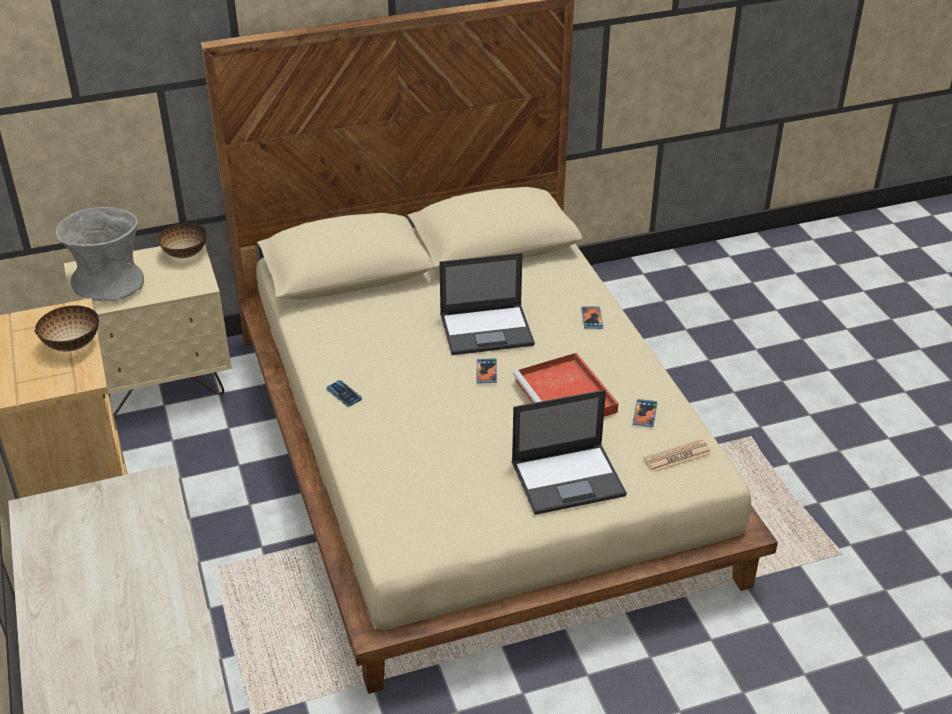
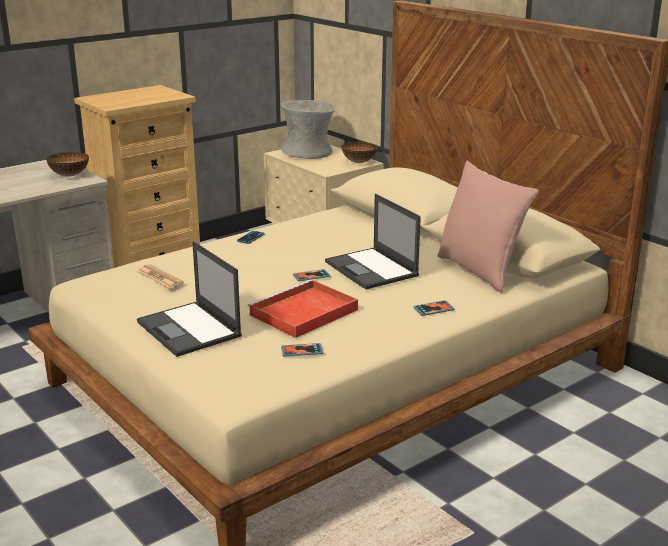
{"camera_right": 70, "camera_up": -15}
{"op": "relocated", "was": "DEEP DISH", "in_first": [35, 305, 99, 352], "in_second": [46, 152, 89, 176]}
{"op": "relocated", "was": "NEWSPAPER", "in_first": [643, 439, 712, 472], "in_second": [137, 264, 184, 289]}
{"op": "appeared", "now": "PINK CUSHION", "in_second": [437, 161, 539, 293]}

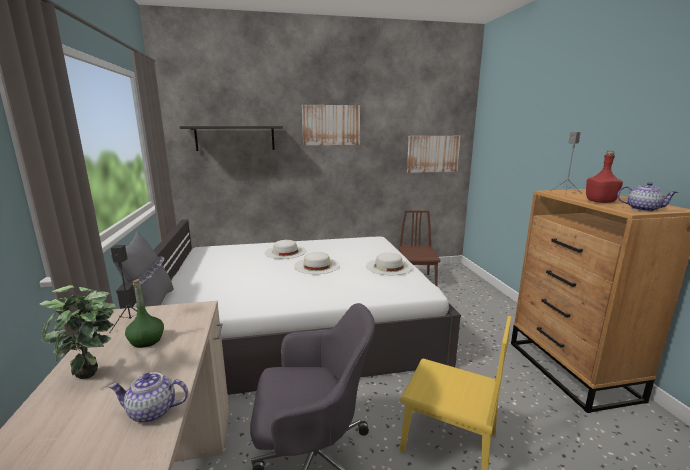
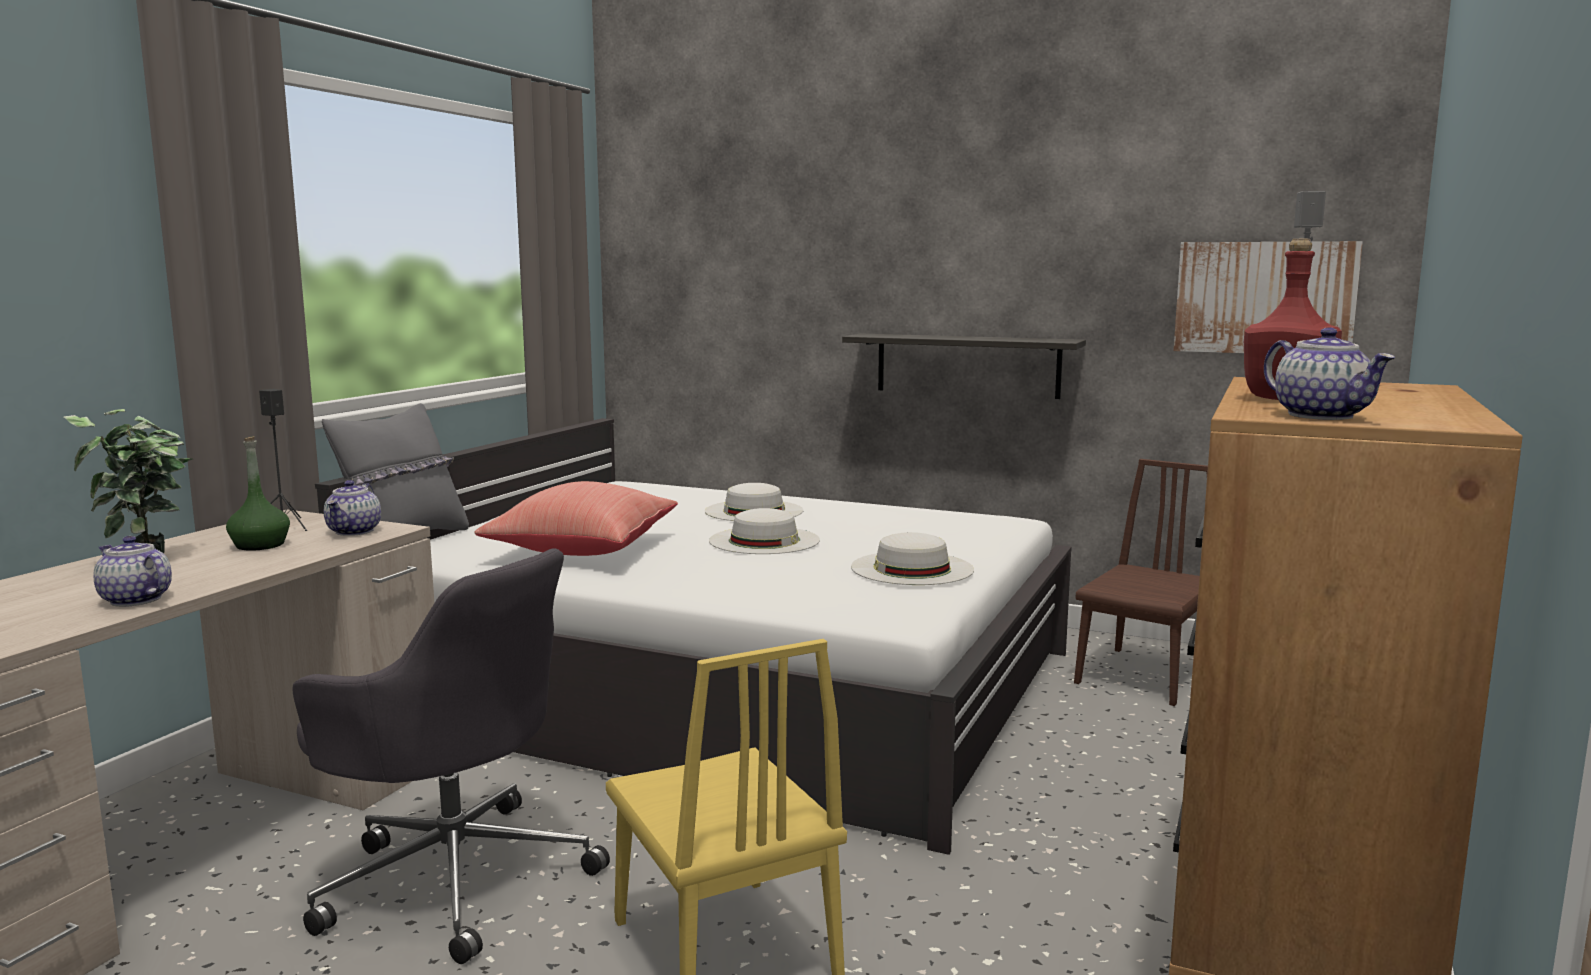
{"camera_right": 35, "camera_up": -5}
{"op": "missing", "was": "WALL PICTURE", "in_first": [302, 105, 360, 145]}
{"op": "relocated", "was": "WALL SHELF", "in_first": [179, 126, 283, 151], "in_second": [842, 333, 1086, 399]}
{"op": "appeared", "now": "POT FOR TEA", "in_second": [324, 480, 381, 536]}
{"op": "appeared", "now": "REDDISH CUSHION", "in_second": [474, 481, 678, 556]}

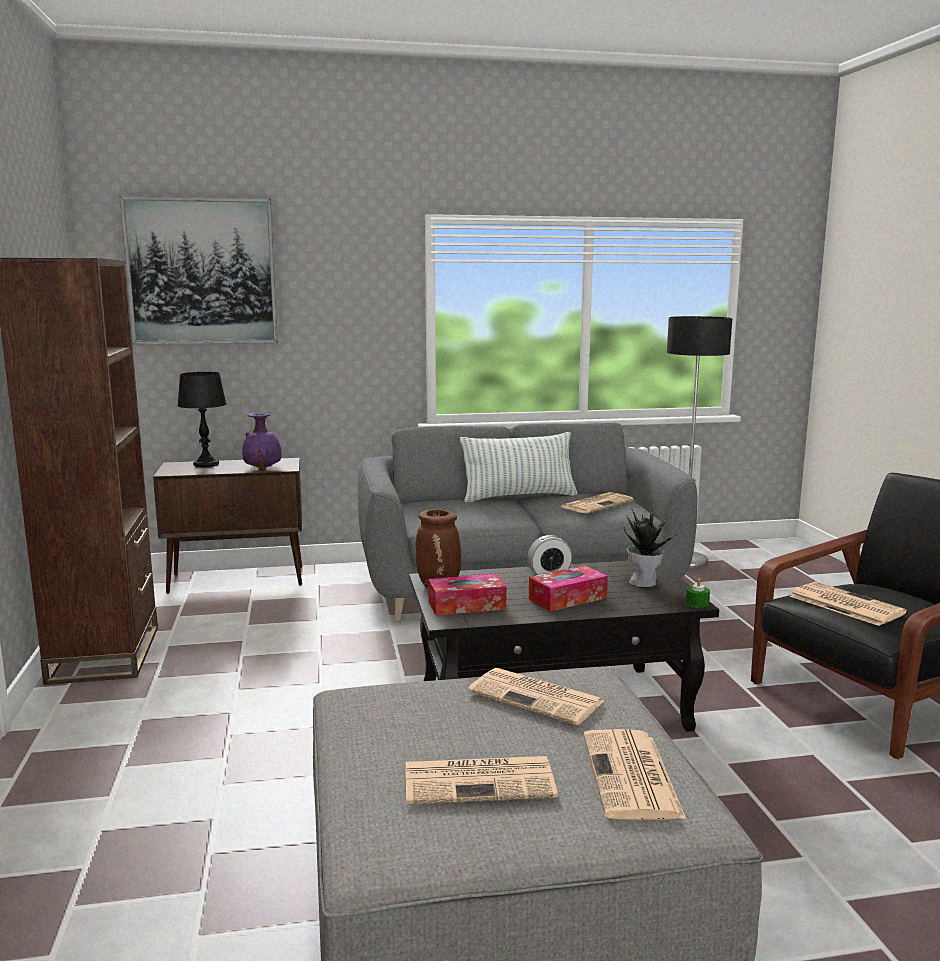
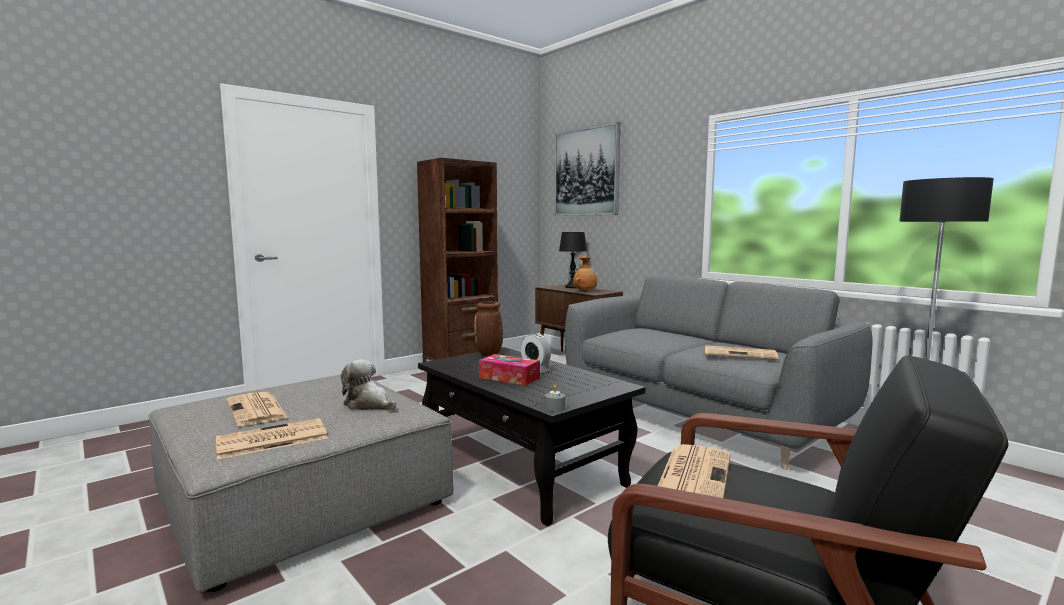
{"camera_right": 60, "camera_up": -5}
{"op": "colour", "was": "PURPLE-COLOURED DECORATIVE VASE", "now": "BROWNISH DECORATIVE VASE", "in_first": [242, 413, 282, 469], "in_second": [573, 256, 597, 292]}
{"op": "missing", "was": "CUSHION", "in_first": [460, 432, 578, 502]}
{"op": "missing", "was": "POTTED PLANT", "in_first": [624, 508, 679, 587]}
{"op": "missing", "was": "TISSUE BOX", "in_first": [428, 574, 507, 616]}
{"op": "colour", "was": "GREEN-COLOURED WAX CANDLE", "now": "GREYISH WAX CANDLE", "in_first": [686, 578, 710, 608], "in_second": [545, 385, 565, 412]}
{"op": "exchanged", "was": "NEWSPAPER", "now": "SOFT TOY", "in_first": [468, 668, 605, 725], "in_second": [341, 359, 396, 410]}

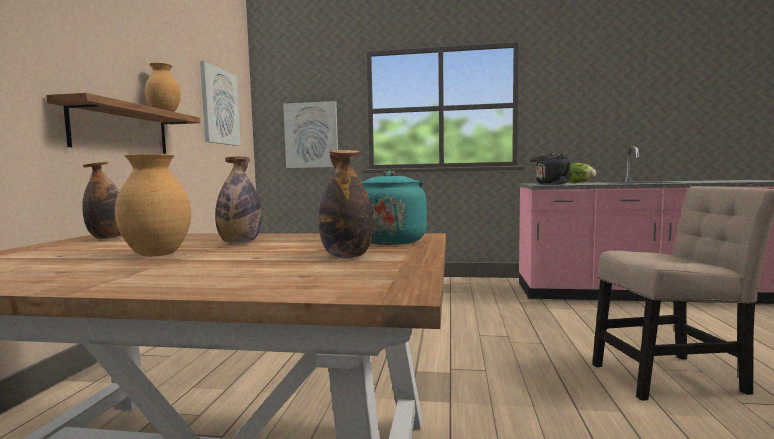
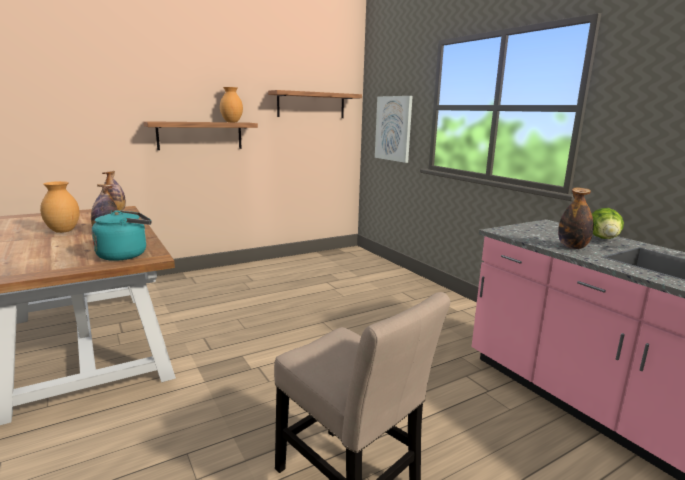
{"camera_right": 50, "camera_up": 10}
{"op": "exchanged", "was": "WALL PICTURE", "now": "WALL SHELF", "in_first": [200, 61, 241, 146], "in_second": [268, 90, 362, 118]}
{"op": "relocated", "was": "DRINK BOTTLE", "in_first": [318, 150, 374, 258], "in_second": [558, 188, 594, 249]}
{"op": "missing", "was": "BLACK KETTLE", "in_first": [530, 152, 570, 184]}

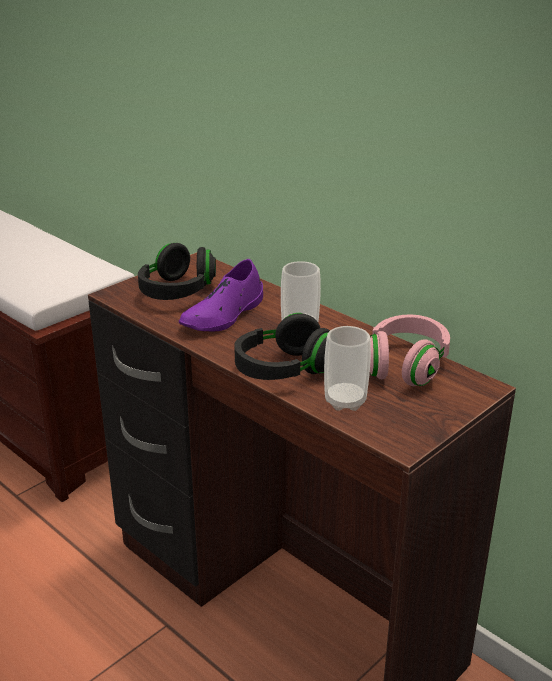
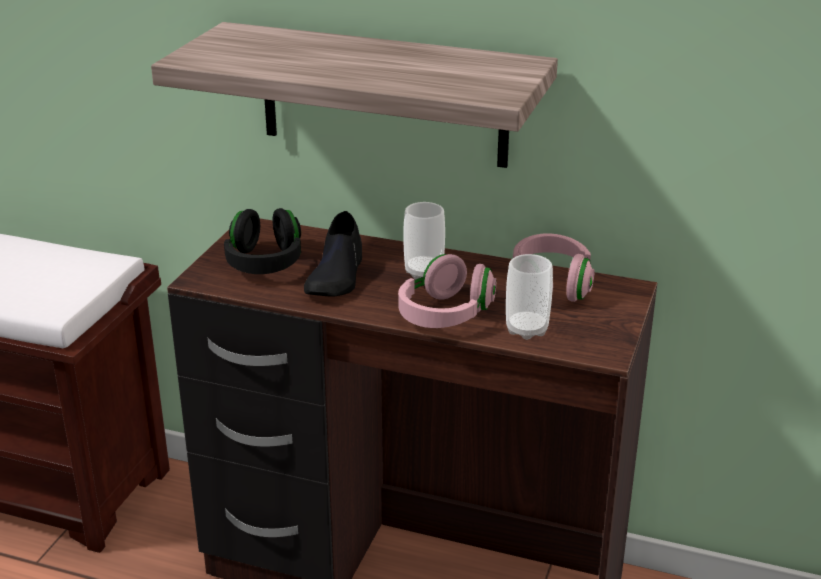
{"camera_right": -25, "camera_up": 0}
{"op": "colour", "was": "PURPLE-COLOURED LOW SHOE", "now": "BLACK LOW SHOE", "in_first": [179, 259, 263, 331], "in_second": [304, 211, 362, 297]}
{"op": "colour", "was": "BLACK HEADSET", "now": "PINK HEADSET", "in_first": [234, 313, 330, 380], "in_second": [398, 254, 496, 328]}
{"op": "appeared", "now": "WALL SHELF", "in_second": [151, 22, 558, 168]}

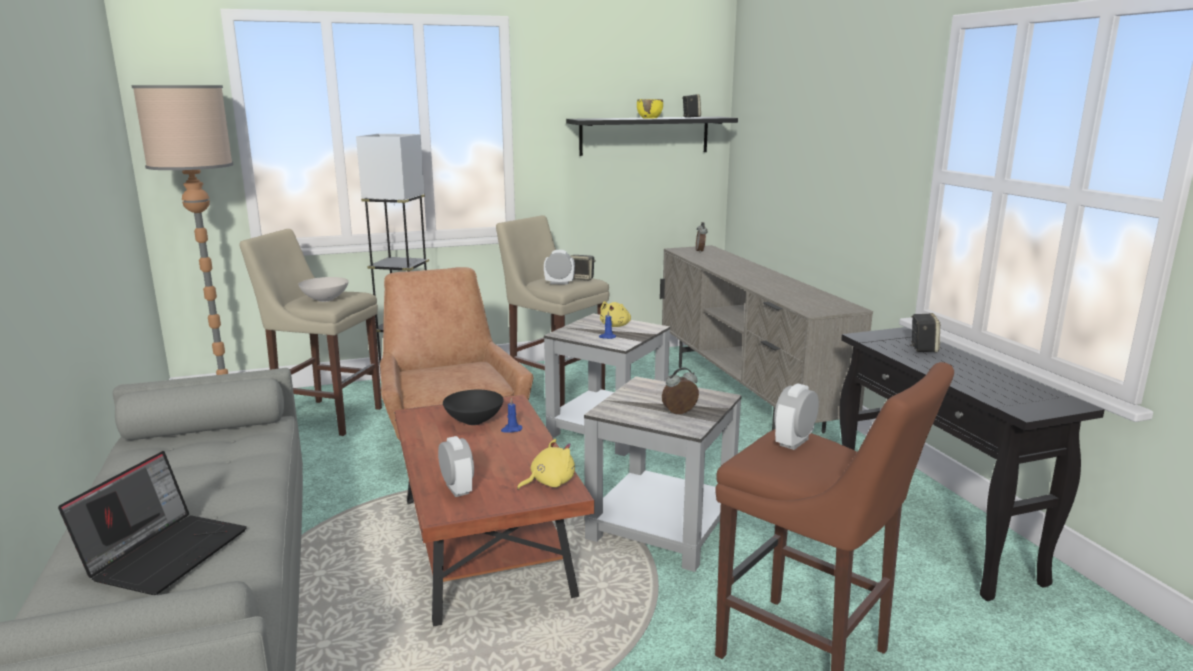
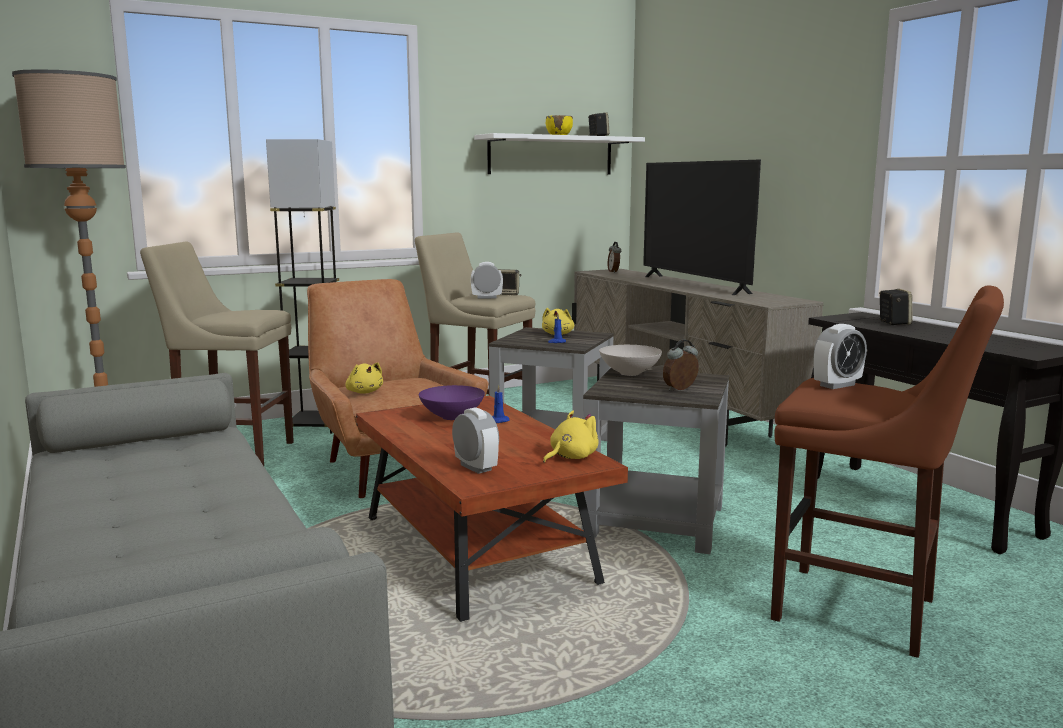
{"camera_right": -10, "camera_up": -5}
{"op": "colour", "was": "BLACK WALL SHELF", "now": "WHITISH WALL SHELF", "in_first": [566, 117, 738, 156], "in_second": [474, 133, 645, 175]}
{"op": "relocated", "was": "WHITISH DEEP DISH", "in_first": [298, 277, 349, 302], "in_second": [599, 345, 662, 376]}
{"op": "spun", "was": "TABLE CLOCK", "in_first": [774, 383, 819, 450], "in_second": [814, 324, 867, 389], "clockwise": -150}
{"op": "colour", "was": "BLACK DEEP DISH", "now": "PURPLE-COLOURED DEEP DISH", "in_first": [443, 390, 504, 425], "in_second": [419, 385, 485, 420]}
{"op": "missing", "was": "PORTABLE COMPUTER", "in_first": [58, 451, 247, 595]}
{"op": "appeared", "now": "TELEVISION", "in_second": [643, 160, 761, 295]}
{"op": "appeared", "now": "YELLOW SOFT TOY", "in_second": [345, 362, 383, 394]}

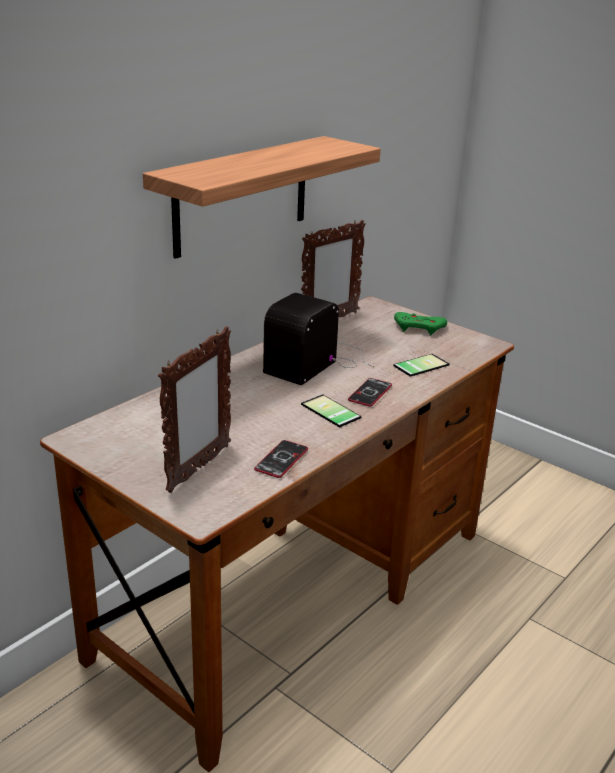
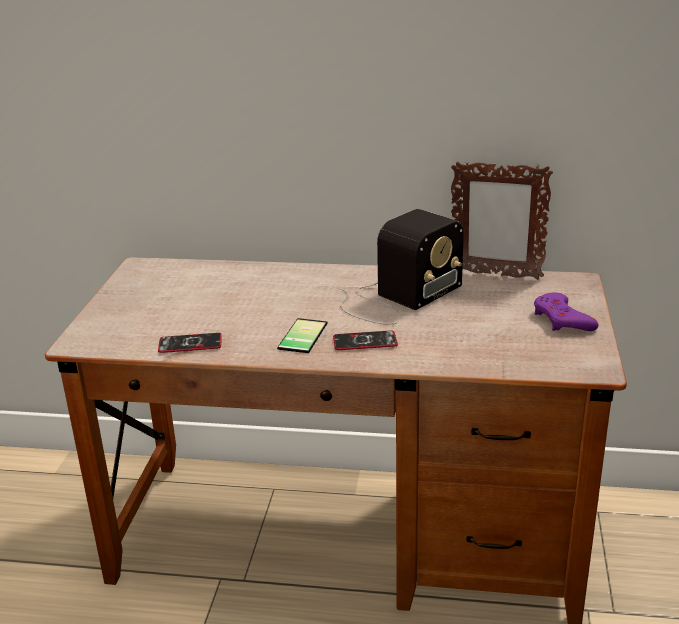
{"camera_right": 60, "camera_up": 0}
{"op": "missing", "was": "WALL SHELF", "in_first": [143, 136, 381, 259]}
{"op": "spun", "was": "RADIO SET", "in_first": [263, 293, 373, 385], "in_second": [339, 209, 464, 325], "clockwise": 135}
{"op": "colour", "was": "GREEN-COLOURED GAME CONTROLLER", "now": "PURPLE-COLOURED GAME CONTROLLER", "in_first": [394, 312, 447, 335], "in_second": [534, 292, 598, 331]}
{"op": "missing", "was": "PICTURE FRAME", "in_first": [158, 326, 231, 493]}
{"op": "missing", "was": "TELEPHONE", "in_first": [393, 354, 450, 377]}

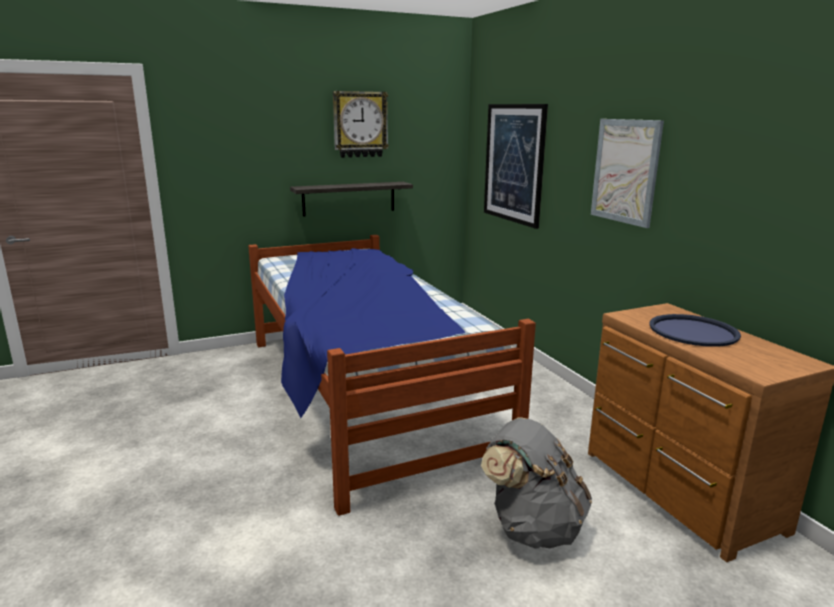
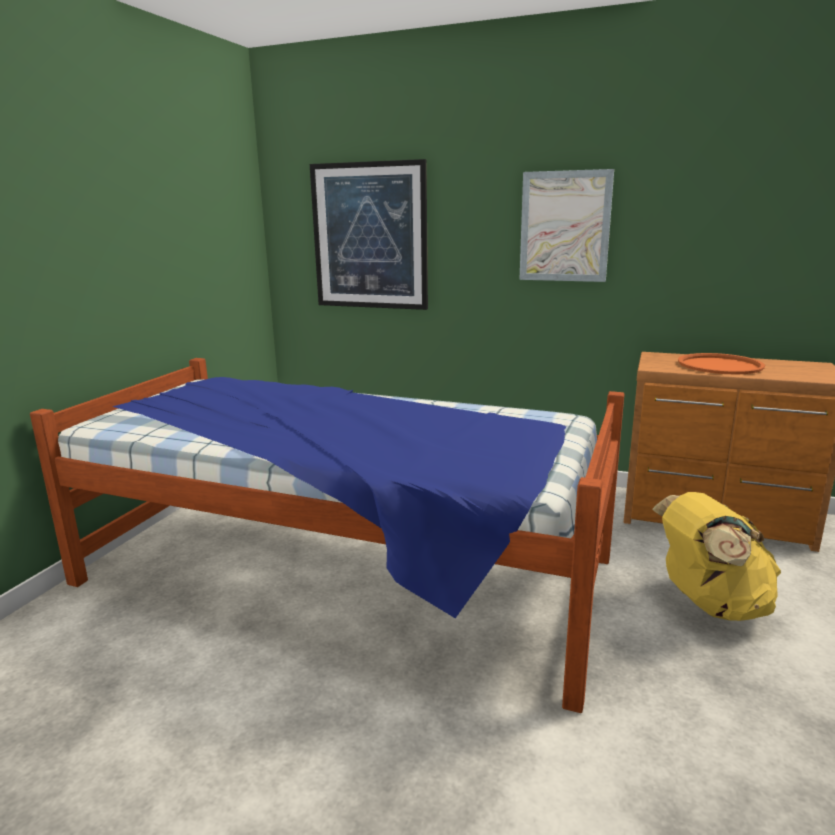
{"camera_right": -45, "camera_up": 0}
{"op": "missing", "was": "HANGING CLOCK", "in_first": [333, 91, 389, 158]}
{"op": "missing", "was": "WALL SHELF", "in_first": [290, 182, 413, 216]}
{"op": "colour", "was": "BLUE-COLOURED SERVING TRAY", "now": "ORANGEY SERVING TRAY", "in_first": [649, 314, 741, 347], "in_second": [678, 353, 765, 374]}
{"op": "colour", "was": "GREYISH KNAPSACK", "now": "YELLOW KNAPSACK", "in_first": [481, 417, 592, 549], "in_second": [652, 492, 781, 621]}

